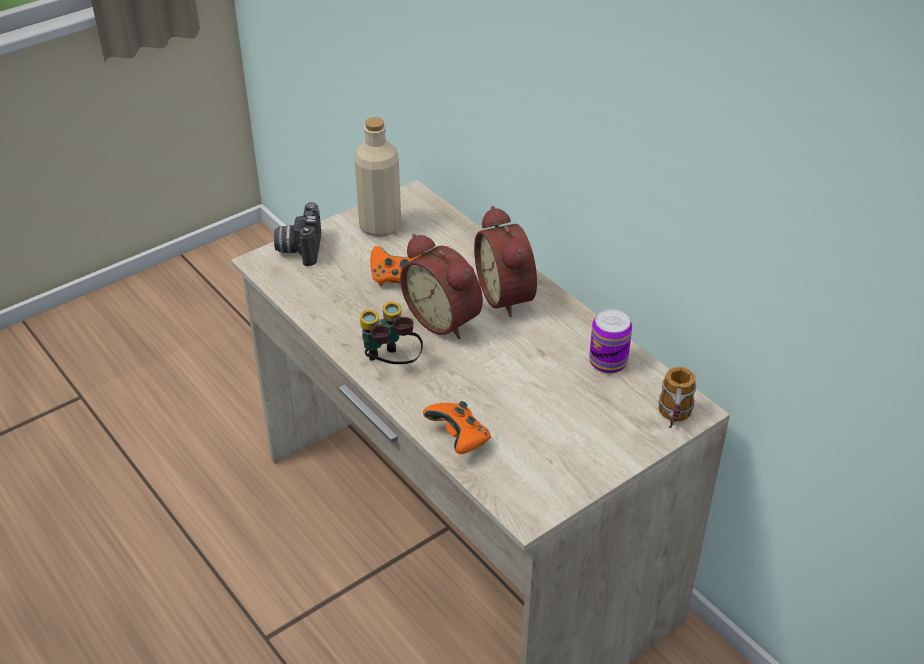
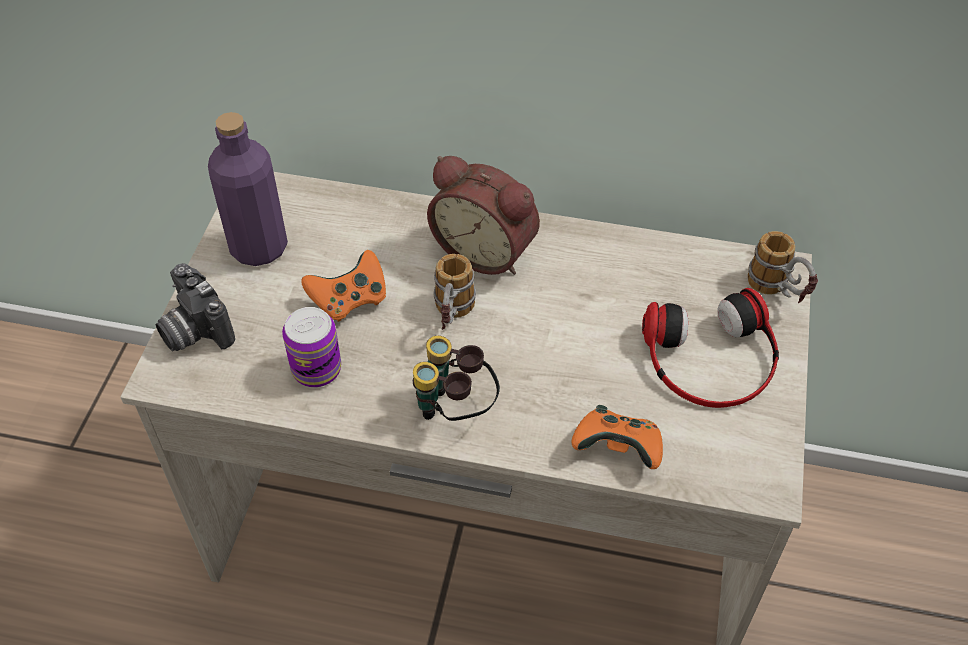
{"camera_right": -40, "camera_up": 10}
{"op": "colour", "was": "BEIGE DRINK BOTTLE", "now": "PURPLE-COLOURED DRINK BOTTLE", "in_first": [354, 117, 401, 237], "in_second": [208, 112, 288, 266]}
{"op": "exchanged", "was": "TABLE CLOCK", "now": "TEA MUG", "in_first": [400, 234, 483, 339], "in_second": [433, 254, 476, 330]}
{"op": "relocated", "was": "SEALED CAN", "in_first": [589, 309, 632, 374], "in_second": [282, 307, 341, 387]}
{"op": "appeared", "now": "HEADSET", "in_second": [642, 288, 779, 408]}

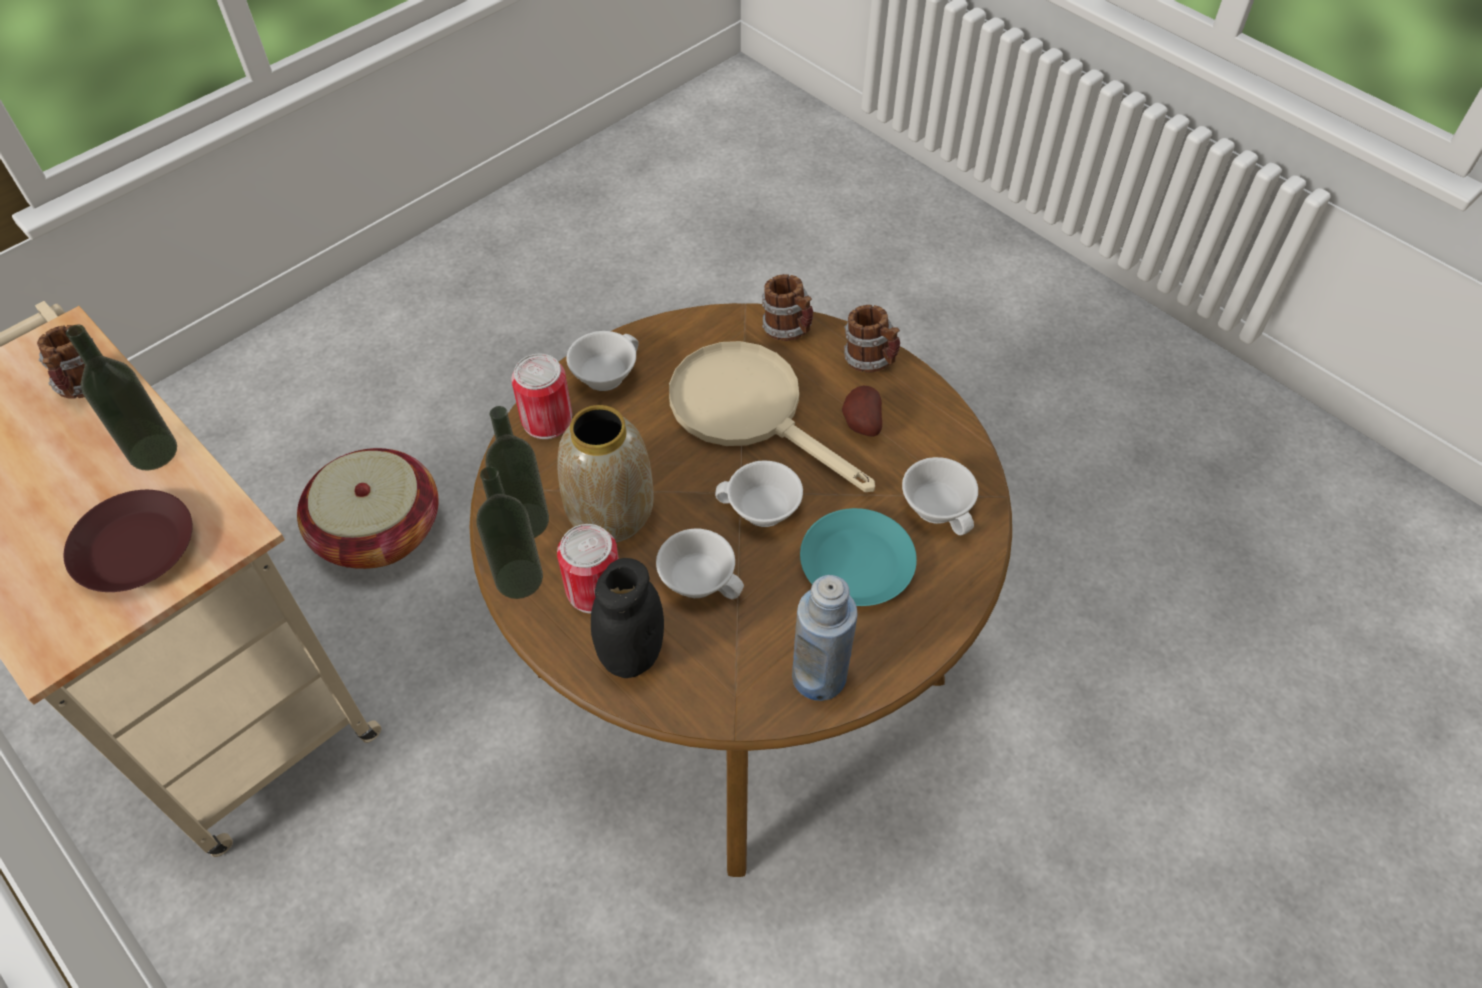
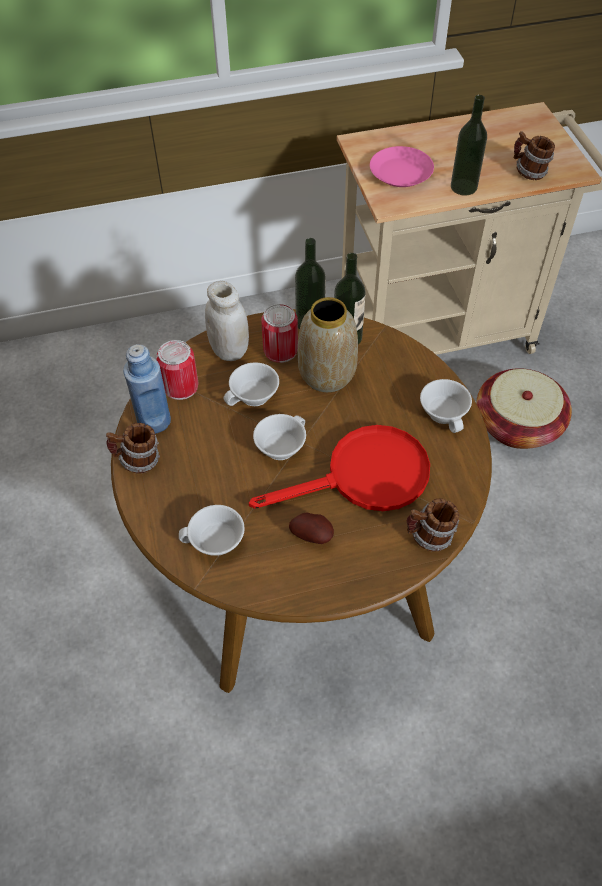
{"camera_right": 120, "camera_up": 0}
{"op": "relocated", "was": "TEA MUG", "in_first": [844, 305, 900, 373], "in_second": [106, 423, 160, 474]}
{"op": "colour", "was": "BEIGE SKILLET", "now": "REDDISH SKILLET", "in_first": [669, 341, 875, 492], "in_second": [249, 425, 430, 511]}
{"op": "relocated", "was": "SEALED CAN", "in_first": [511, 354, 572, 439], "in_second": [156, 340, 198, 400]}
{"op": "colour", "was": "BROWNISH FLAT DISH", "now": "PINK FLAT DISH", "in_first": [64, 490, 193, 592], "in_second": [370, 146, 434, 187]}
{"op": "missing", "was": "BLUE-GREEN FLAT DISH", "in_first": [800, 508, 917, 606]}
{"op": "colour", "was": "BLACK STORAGE JAR", "now": "WHITISH STORAGE JAR", "in_first": [591, 558, 664, 678], "in_second": [205, 281, 249, 361]}

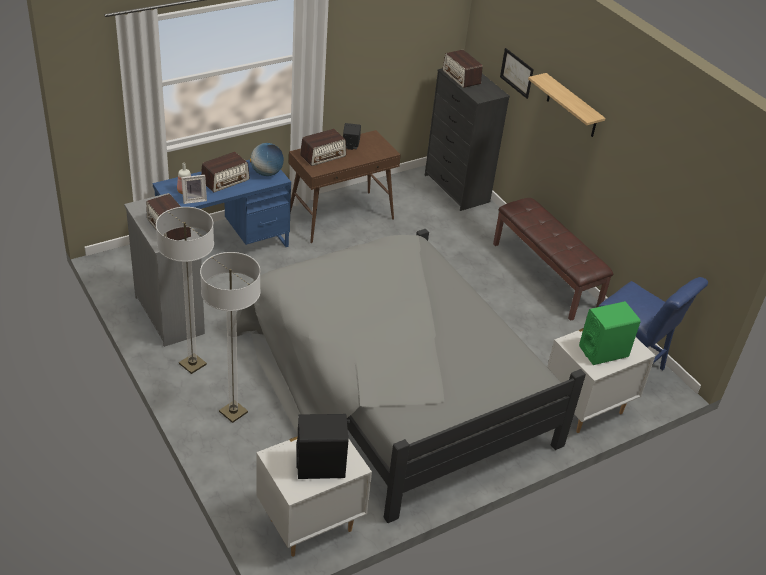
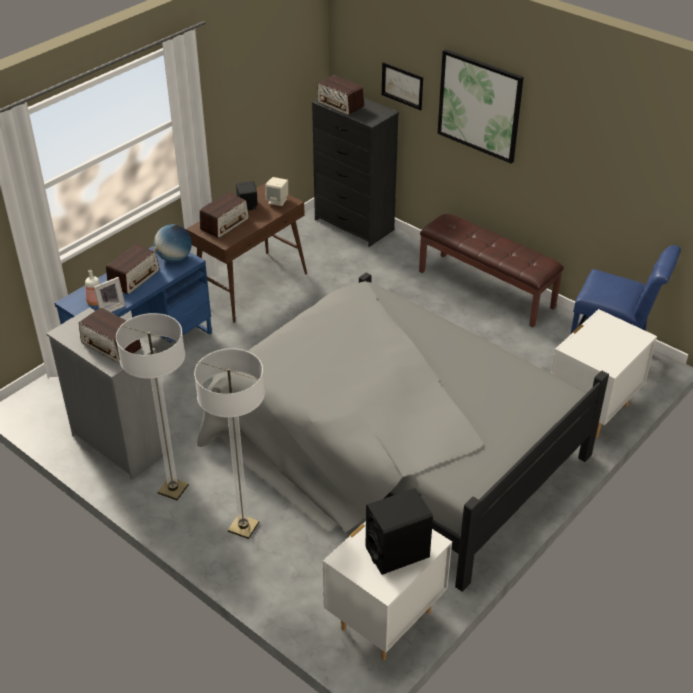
{"camera_right": -15, "camera_up": 0}
{"op": "exchanged", "was": "WALL SHELF", "now": "WALL PICTURE", "in_first": [528, 73, 605, 137], "in_second": [437, 49, 524, 163]}
{"op": "missing", "was": "GREEN-COLOURED SPEAKER", "in_first": [579, 301, 641, 365]}
{"op": "appeared", "now": "BEIGE SPEAKER", "in_second": [265, 177, 288, 206]}

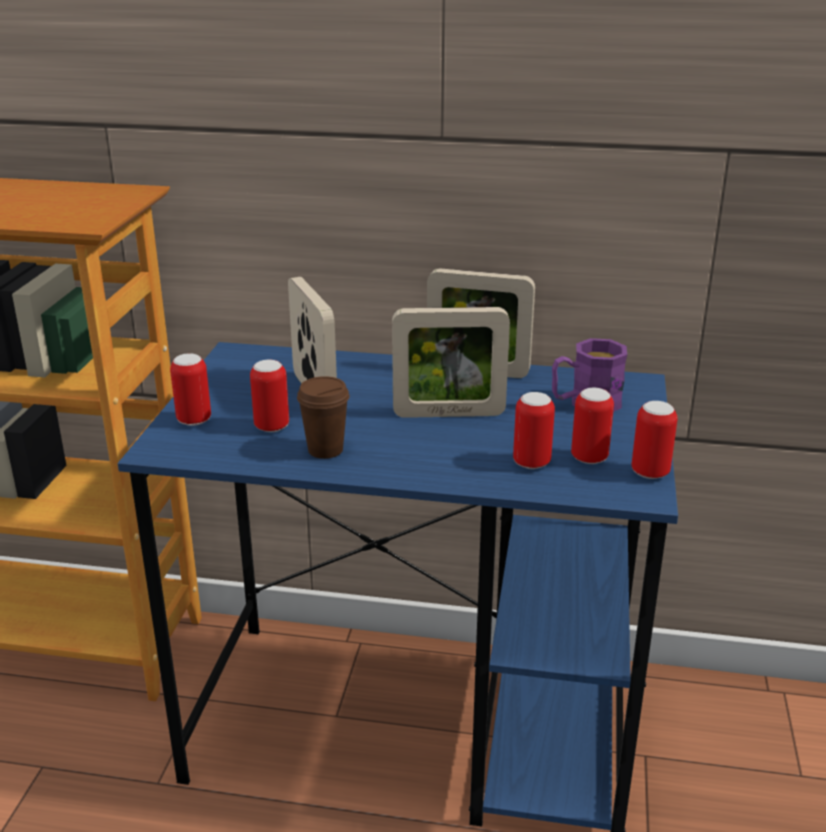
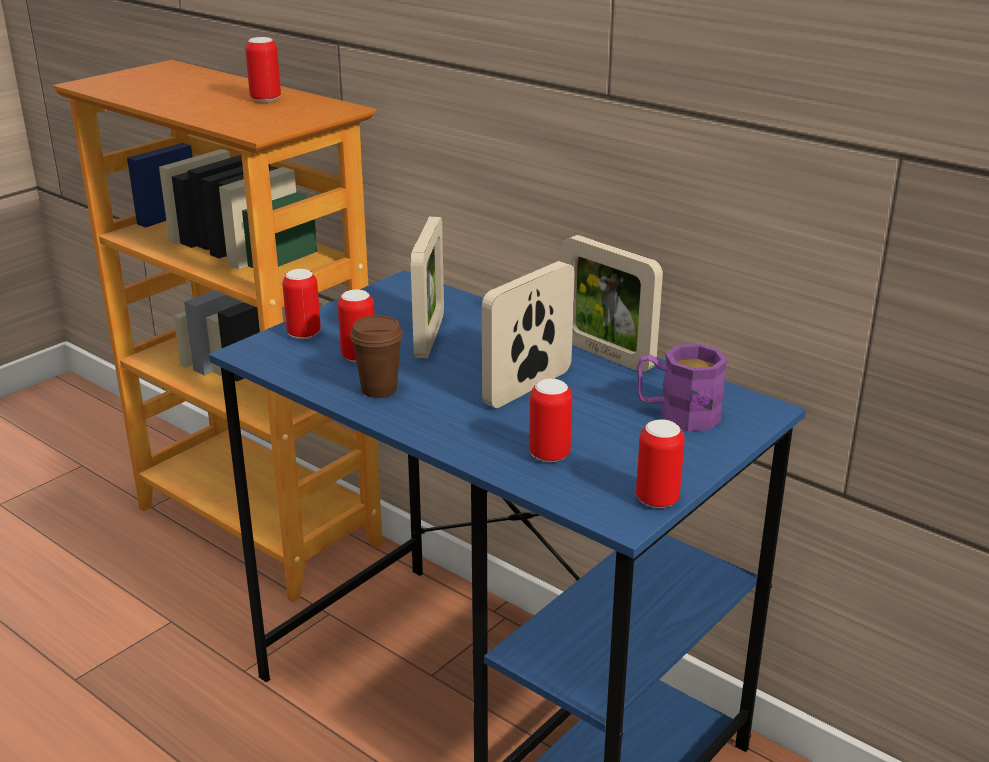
{"camera_right": 30, "camera_up": 0}
{"op": "spun", "was": "PICTURE FRAME", "in_first": [392, 307, 510, 418], "in_second": [482, 261, 575, 408], "clockwise": 105}
{"op": "relocated", "was": "SEALED CAN", "in_first": [571, 388, 614, 464], "in_second": [245, 37, 281, 102]}

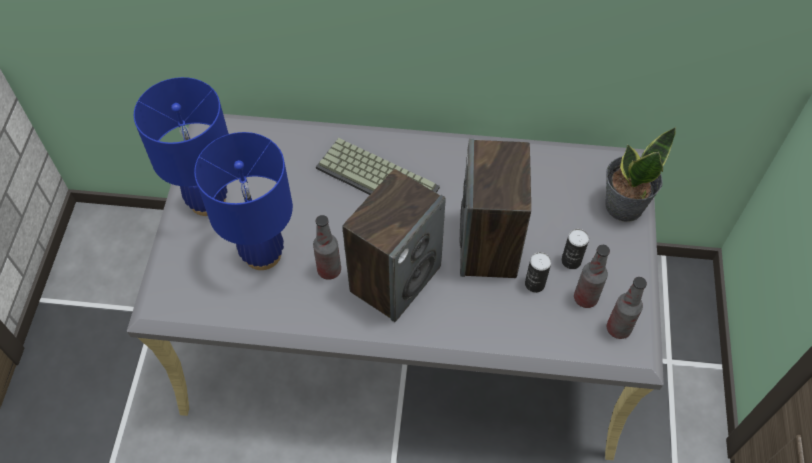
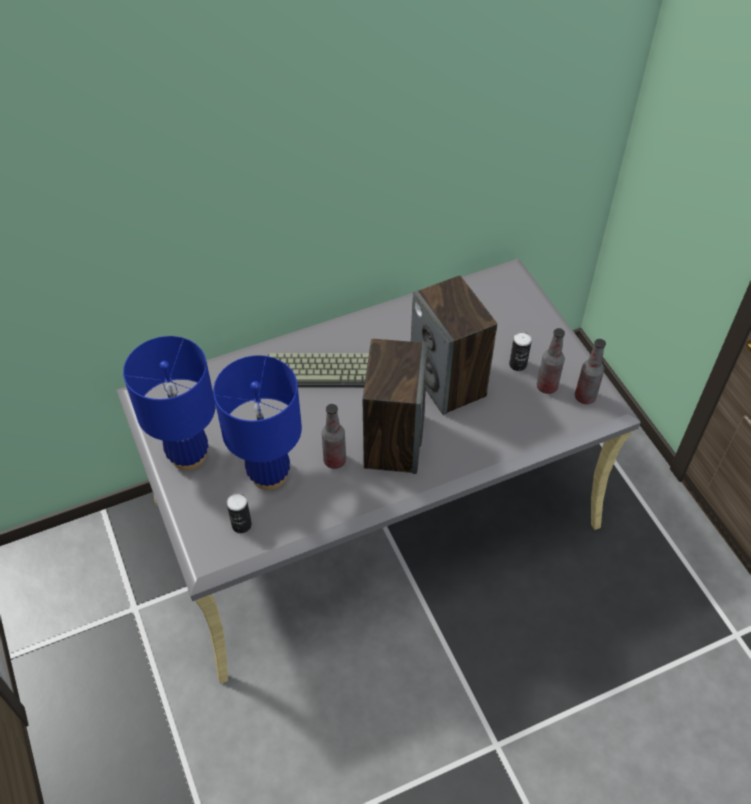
{"camera_right": -30, "camera_up": -5}
{"op": "missing", "was": "POTTED PLANT", "in_first": [606, 127, 676, 222]}
{"op": "relocated", "was": "SEALED CAN", "in_first": [525, 252, 551, 293], "in_second": [227, 493, 252, 533]}

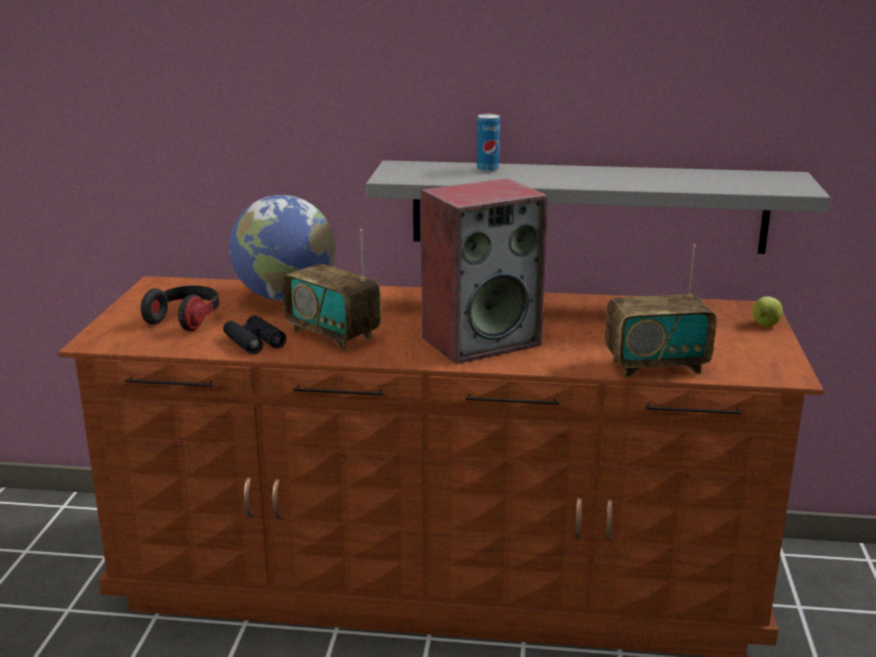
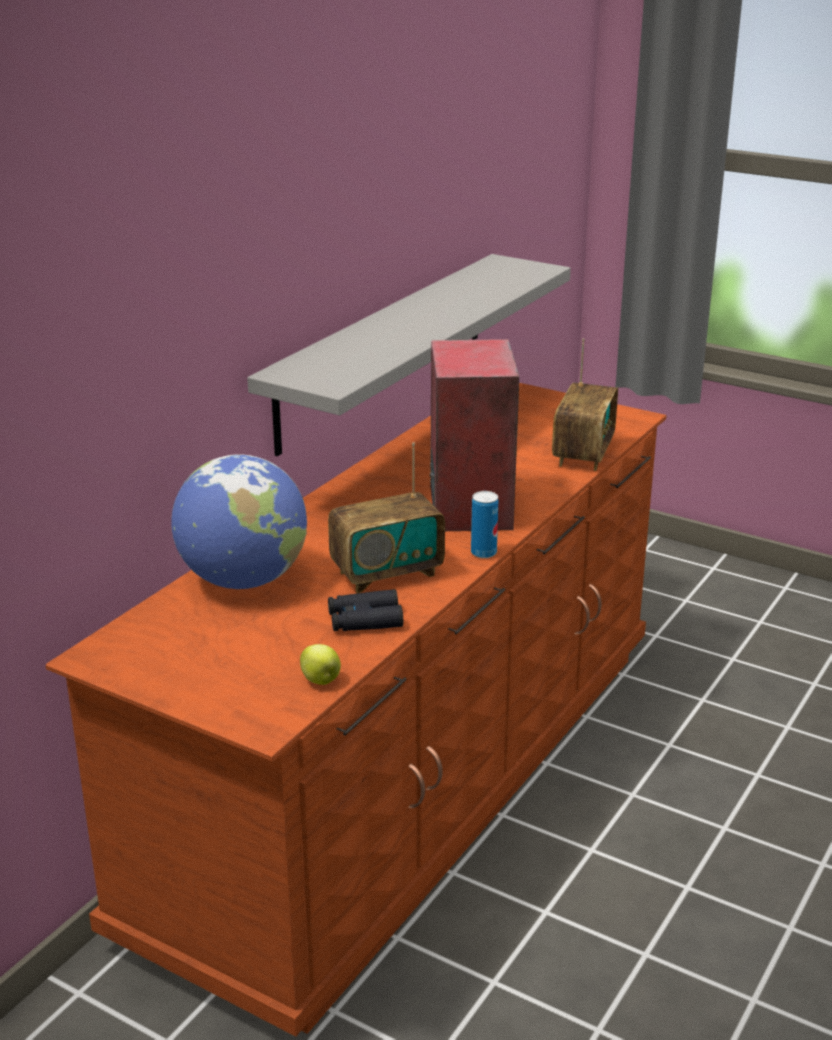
{"camera_right": -65, "camera_up": 5}
{"op": "relocated", "was": "SEALED CAN", "in_first": [477, 114, 500, 172], "in_second": [471, 491, 498, 558]}
{"op": "missing", "was": "HEADSET", "in_first": [140, 285, 219, 331]}
{"op": "relocated", "was": "APPLE", "in_first": [752, 296, 783, 327], "in_second": [300, 644, 341, 685]}

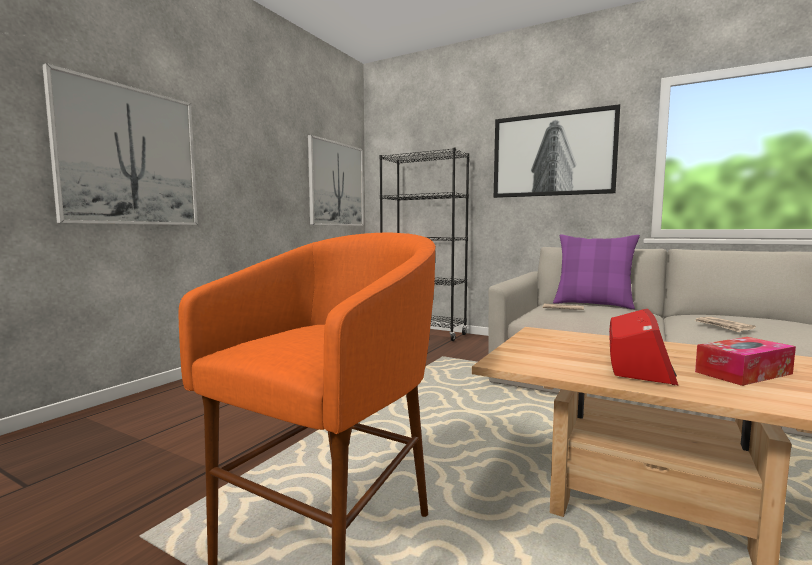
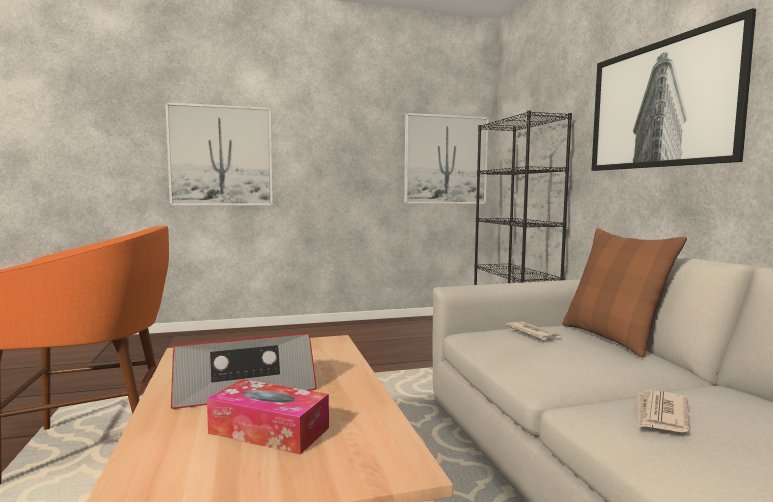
{"camera_right": 45, "camera_up": 0}
{"op": "colour", "was": "PURPLE-COLOURED CUSHION", "now": "BROWNISH CUSHION", "in_first": [553, 234, 640, 309], "in_second": [562, 228, 687, 358]}

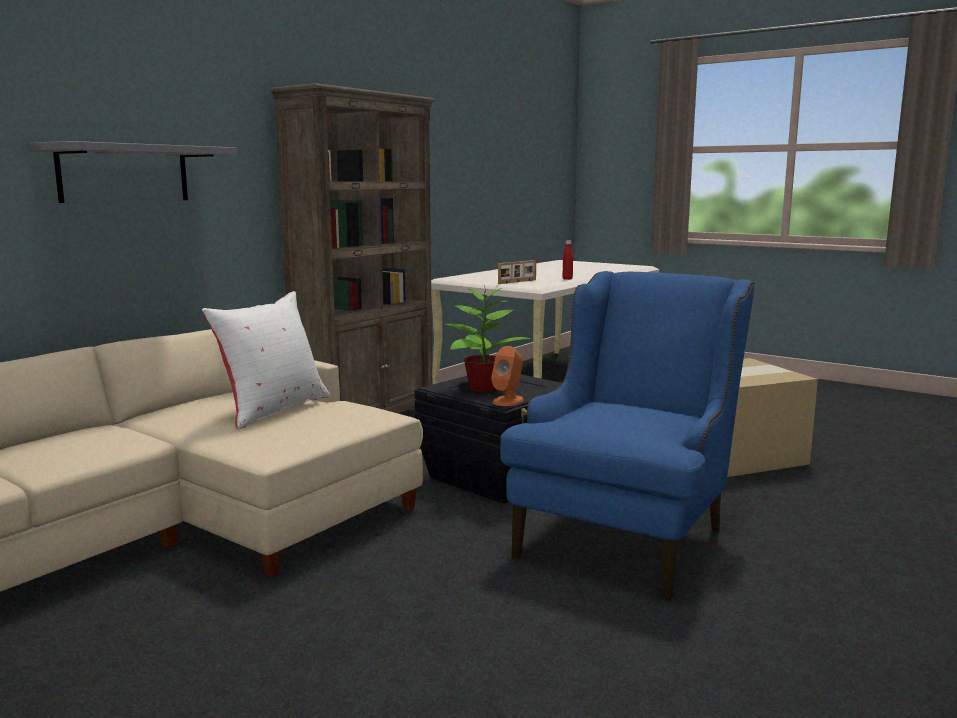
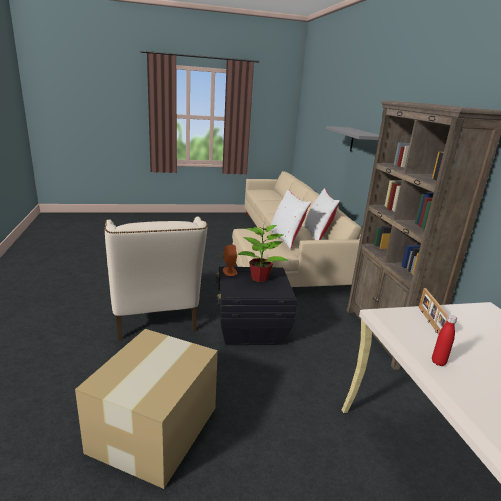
{"camera_right": 130, "camera_up": 10}
{"op": "colour", "was": "BLUE-COLOURED ARMCHAIR", "now": "BEIGE ARMCHAIR", "in_first": [500, 271, 755, 600], "in_second": [105, 216, 208, 341]}
{"op": "appeared", "now": "WHITISH CUSHION", "in_second": [304, 188, 340, 240]}

